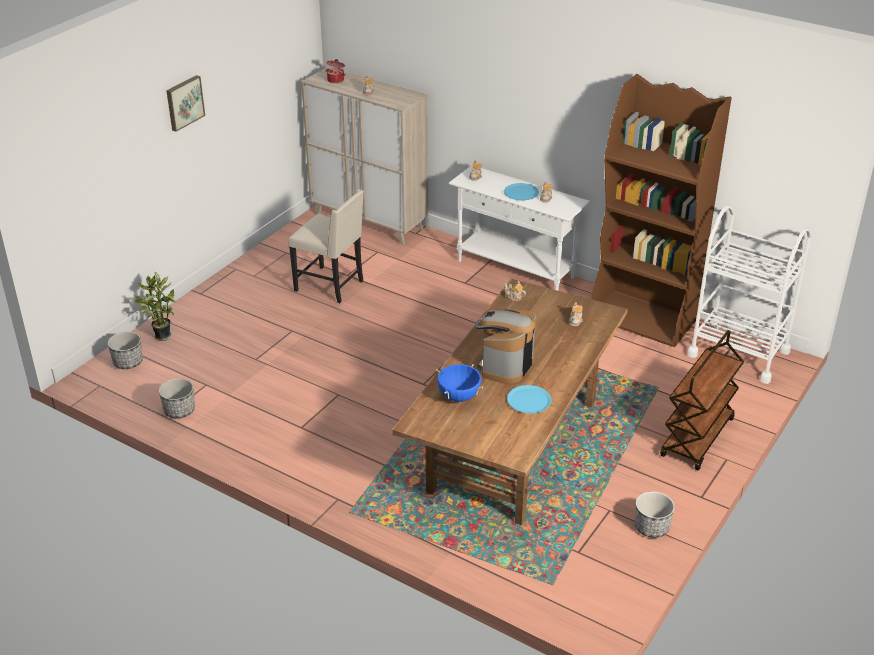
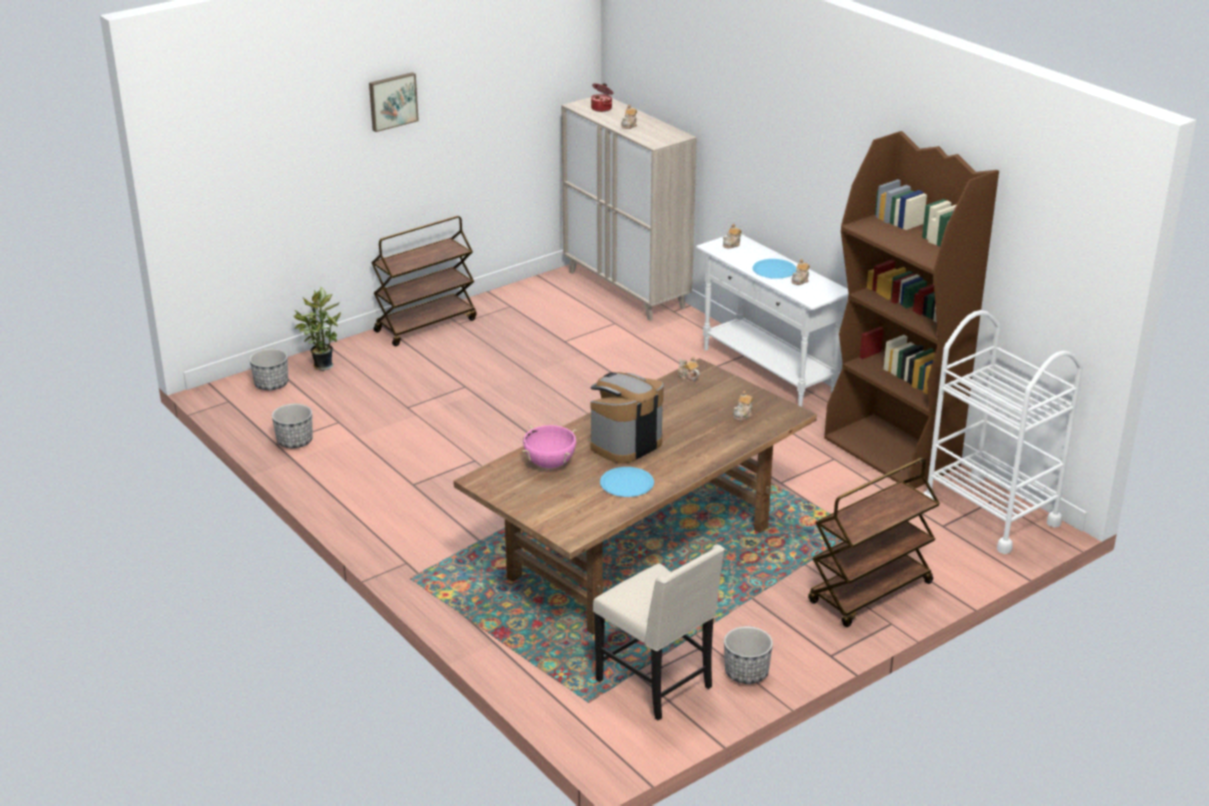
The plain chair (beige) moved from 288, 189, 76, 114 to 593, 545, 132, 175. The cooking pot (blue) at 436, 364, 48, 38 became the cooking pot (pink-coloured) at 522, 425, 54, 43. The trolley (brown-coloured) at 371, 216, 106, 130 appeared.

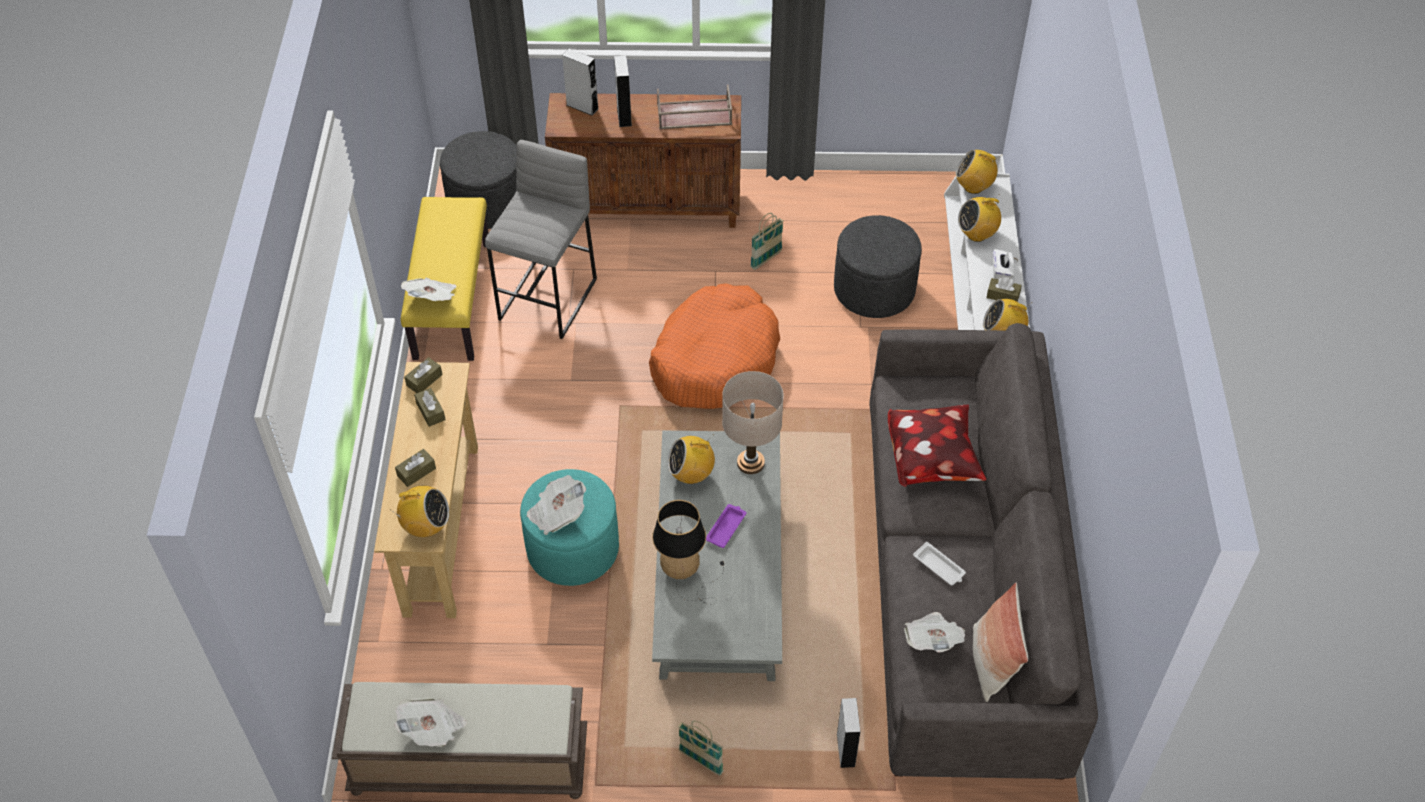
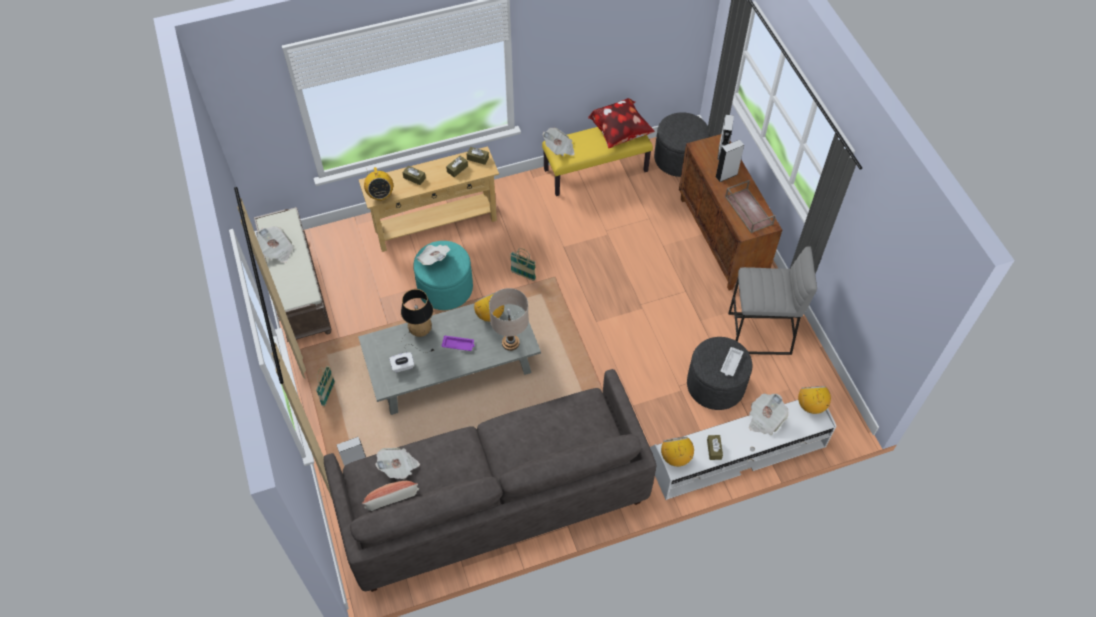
The stool seat (greyish) moved from 485, 140, 112, 199 to 728, 246, 89, 109. The radio receiver at 958, 194, 43, 48 was replaced by the newspaper at 749, 394, 39, 41. The household basket moved from 750, 213, 34, 57 to 510, 248, 26, 33. The tissue box (white-coloured) moved from 993, 249, 22, 30 to 389, 352, 25, 21. The pet bed (orange) at 649, 283, 131, 126 disappeared. The pillow moved from 888, 405, 98, 82 to 588, 98, 67, 50. The serving tray (white-coloured) moved from 913, 542, 53, 44 to 721, 347, 22, 29.

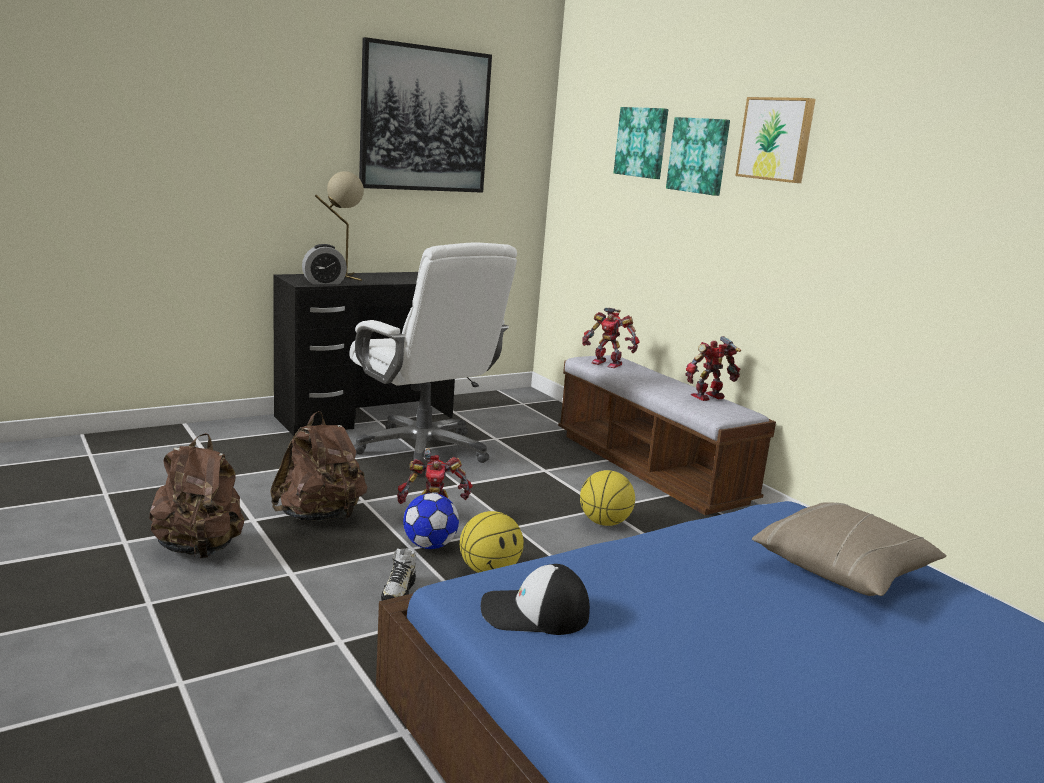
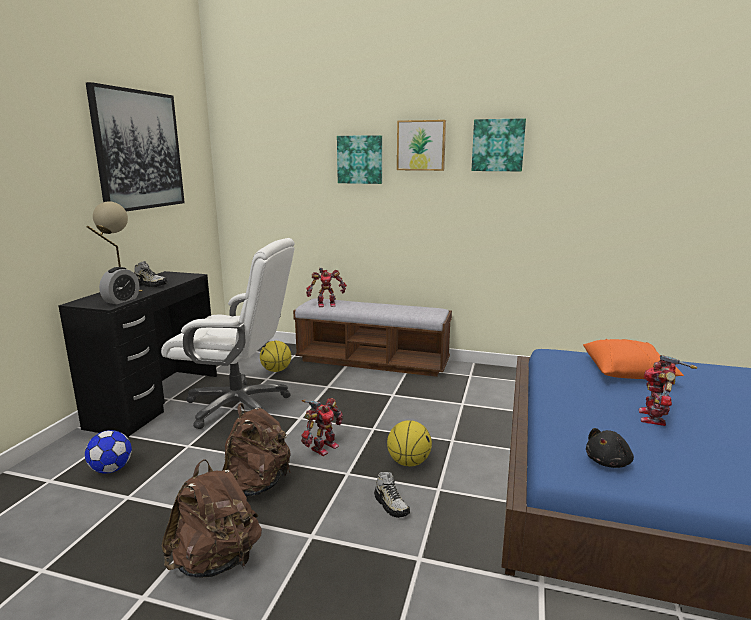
The wall picture moved from 614, 107, 54, 72 to 472, 118, 54, 53. The model robot moved from 685, 336, 56, 65 to 639, 355, 58, 71. The basketball ball moved from 580, 470, 55, 56 to 260, 341, 31, 31. The football ball moved from 403, 493, 56, 56 to 85, 430, 47, 43. The pillow (beige) at 752, 502, 195, 94 became the pillow (orange) at 583, 339, 101, 40. The cap at 481, 564, 109, 71 was replaced by the soft toy (black) at 586, 428, 48, 40. The item of footwear at 134, 261, 33, 26 appeared.

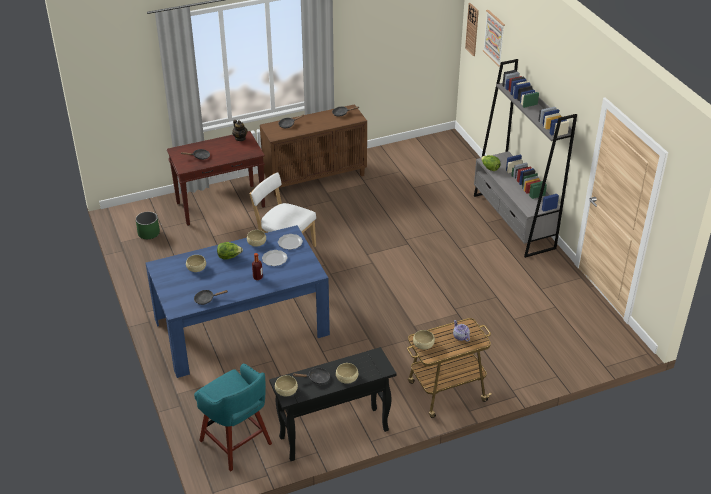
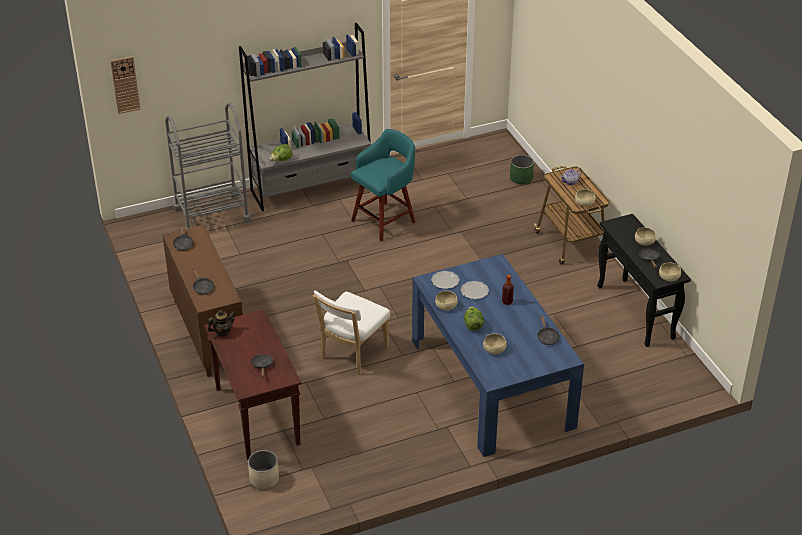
The wall picture at 483, 10, 22, 56 disappeared. The plant pot (green) moved from 136, 212, 24, 28 to 510, 155, 24, 29. The stool seat (turquoise) moved from 194, 363, 78, 108 to 351, 129, 65, 113. The trolley (greyish) at 165, 103, 86, 126 appeared. The plant pot (beige) at 248, 450, 31, 39 appeared.

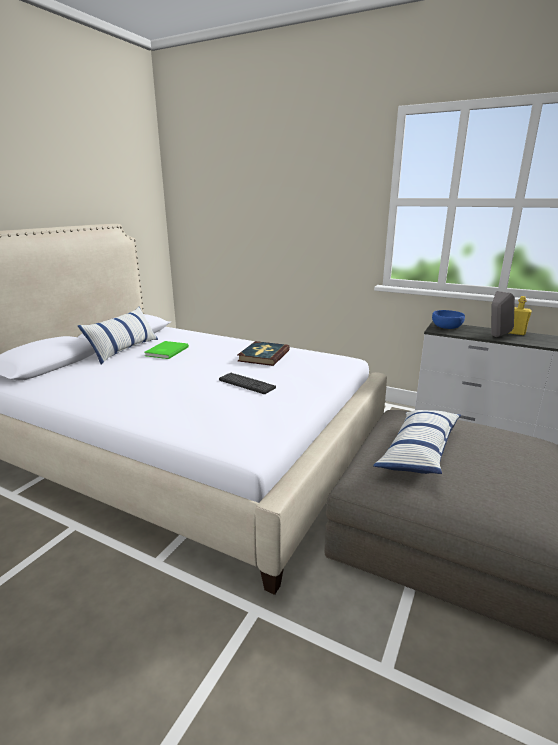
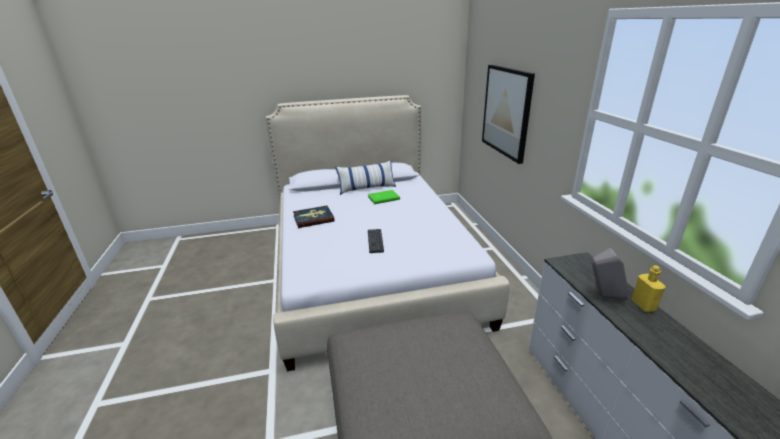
The deep dish (blue) at 432, 310, 33, 19 disappeared. The book moved from 238, 341, 52, 25 to 293, 206, 42, 22. The pillow at 373, 410, 88, 64 disappeared. The wall picture at 482, 65, 53, 99 appeared.

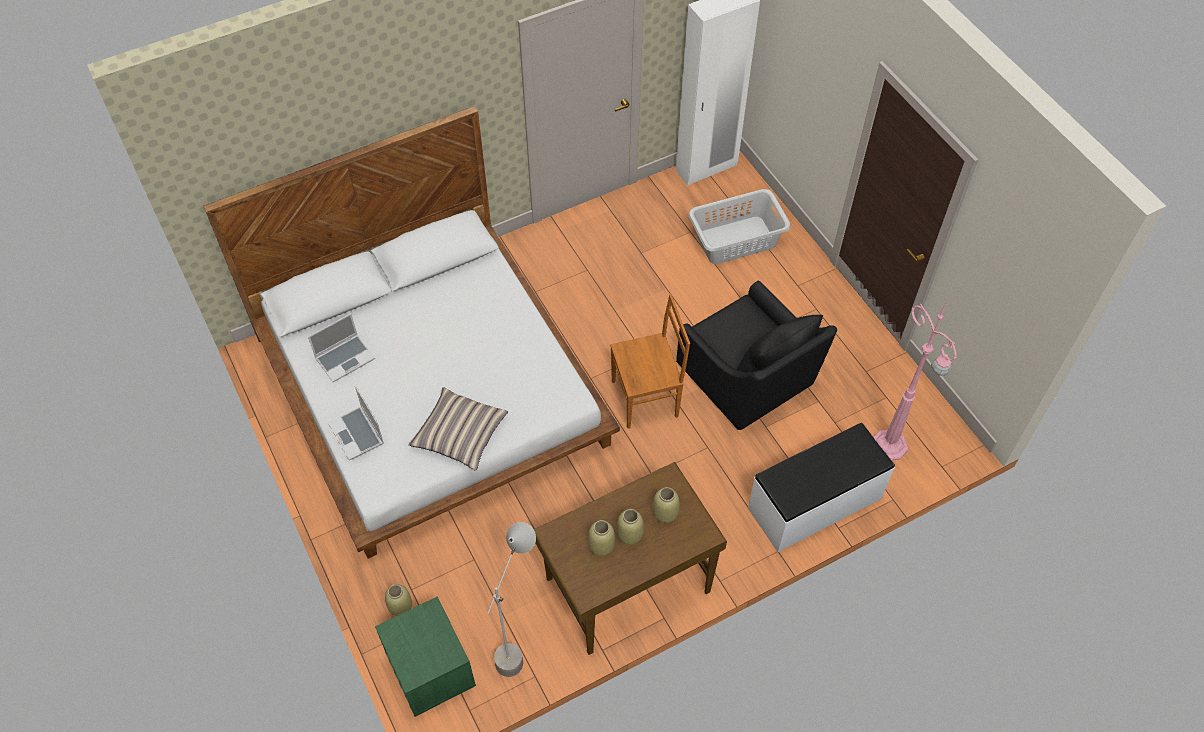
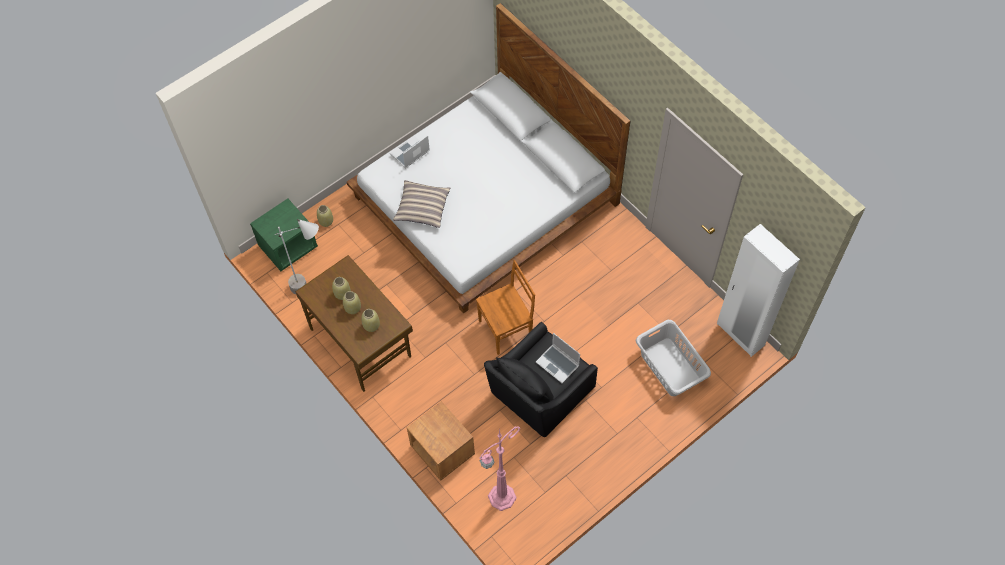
The plain chair (brown-coloured) at 610, 294, 80, 135 turned 90 degrees counterclockwise. The portable computer moved from 308, 313, 67, 69 to 536, 333, 44, 50. The indoor bench (white-coloured) at 748, 423, 147, 129 was replaced by the nightstand (brown-coloured) at 407, 401, 68, 80.

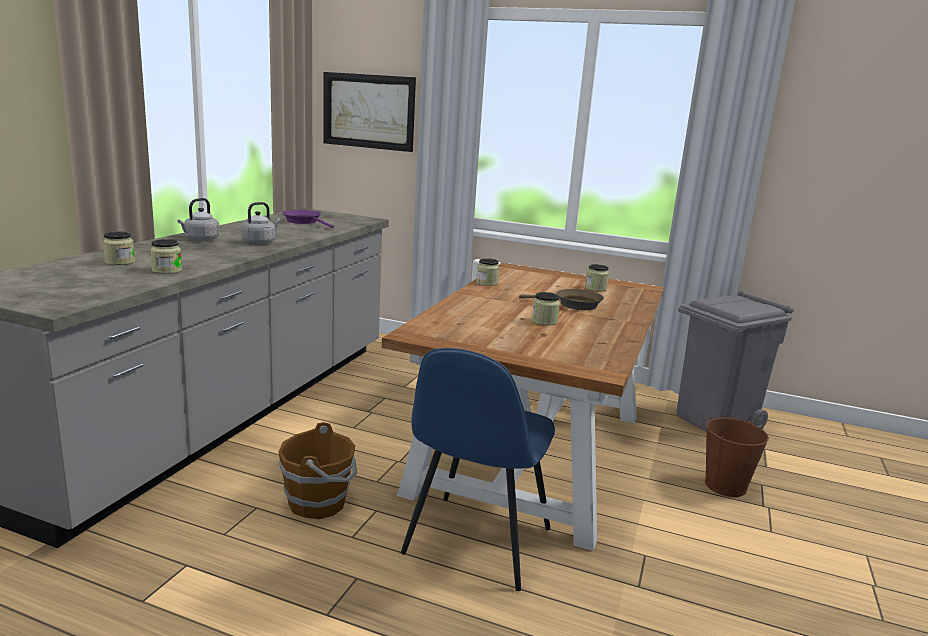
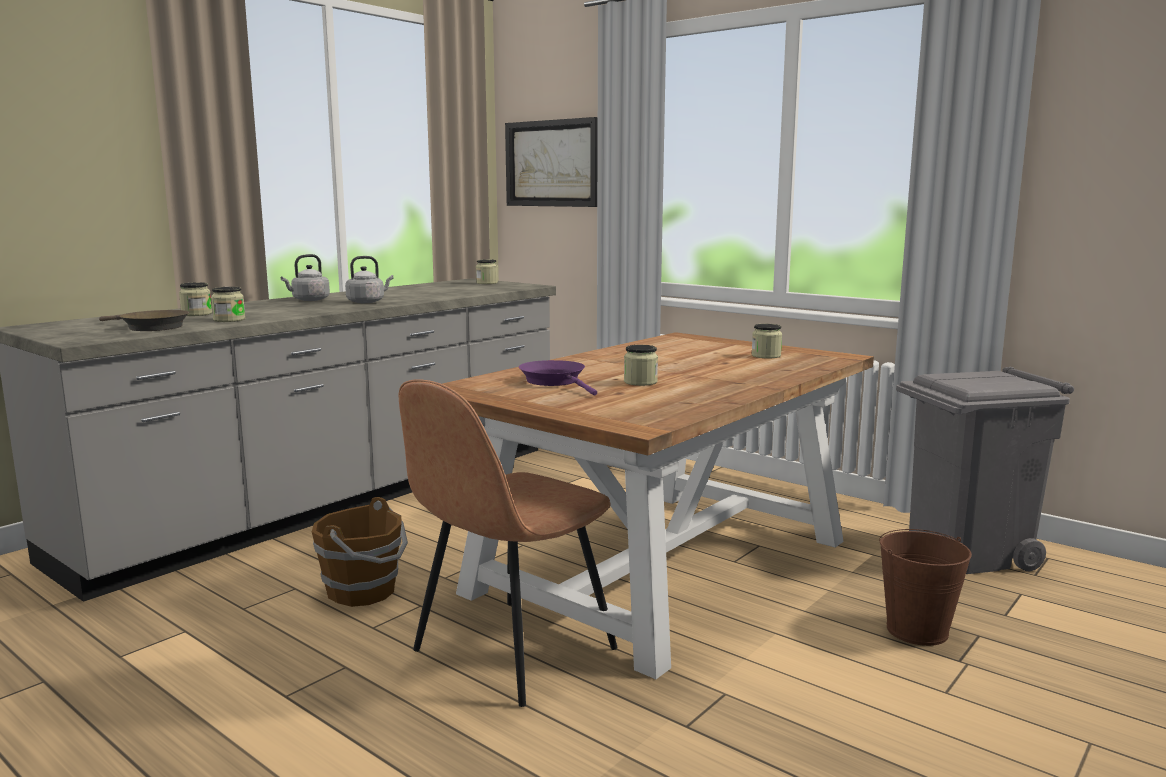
The skillet (purplish) moved from 282, 210, 52, 18 to 519, 360, 78, 36. The jar moved from 476, 258, 23, 28 to 476, 259, 22, 25. The skillet (brown-coloured) moved from 519, 289, 85, 21 to 99, 310, 90, 21. The plain chair (blue) at 401, 348, 154, 243 became the plain chair (brown-coloured) at 399, 379, 218, 328.

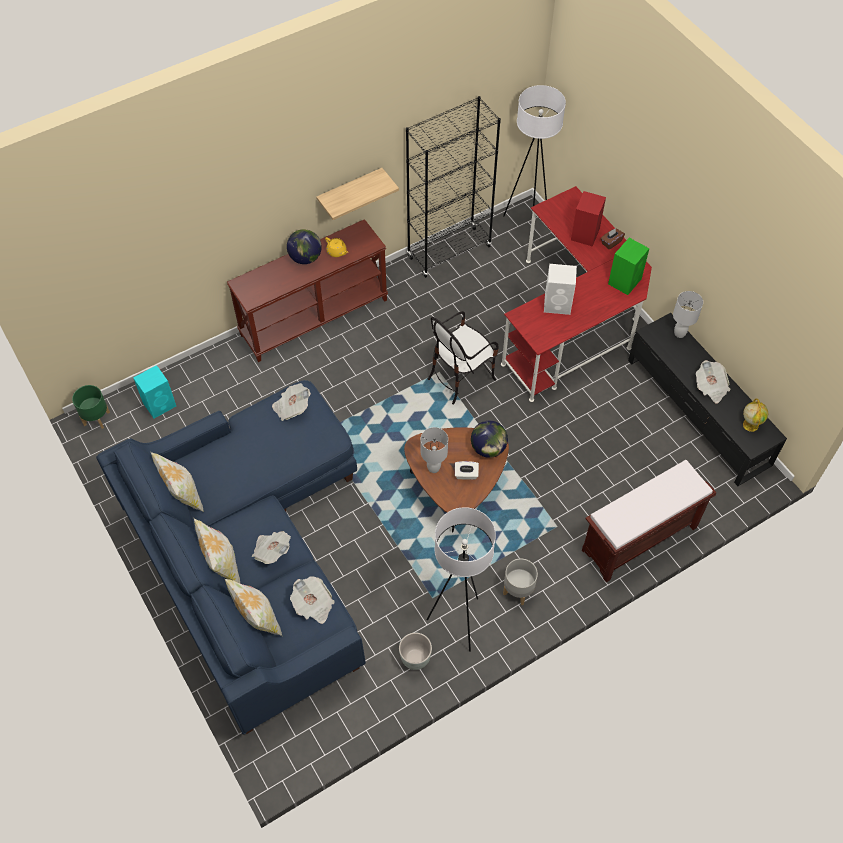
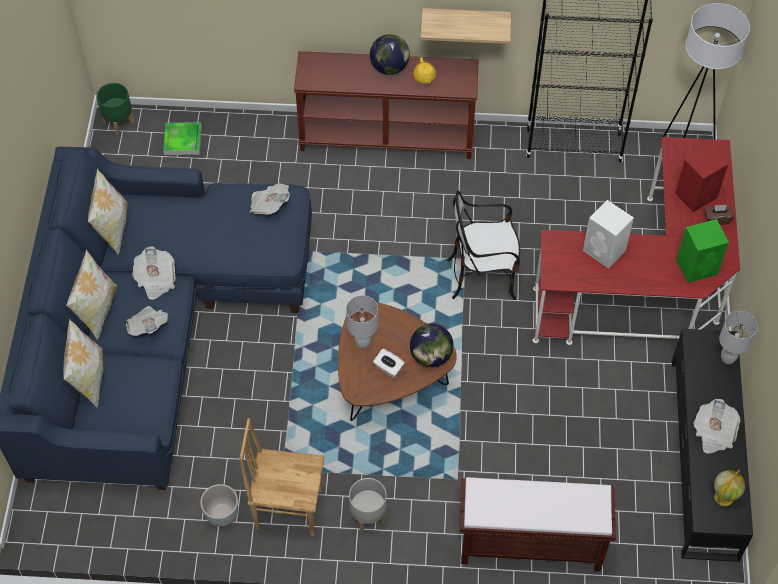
The audio speaker (turquoise) at 133, 365, 43, 53 was replaced by the serving tray at 163, 122, 39, 33. The standard lamp (white-coloured) at 426, 507, 70, 145 was replaced by the plain chair (brown-coloured) at 239, 418, 86, 119. The newspaper moved from 290, 576, 45, 48 to 132, 246, 44, 54.

